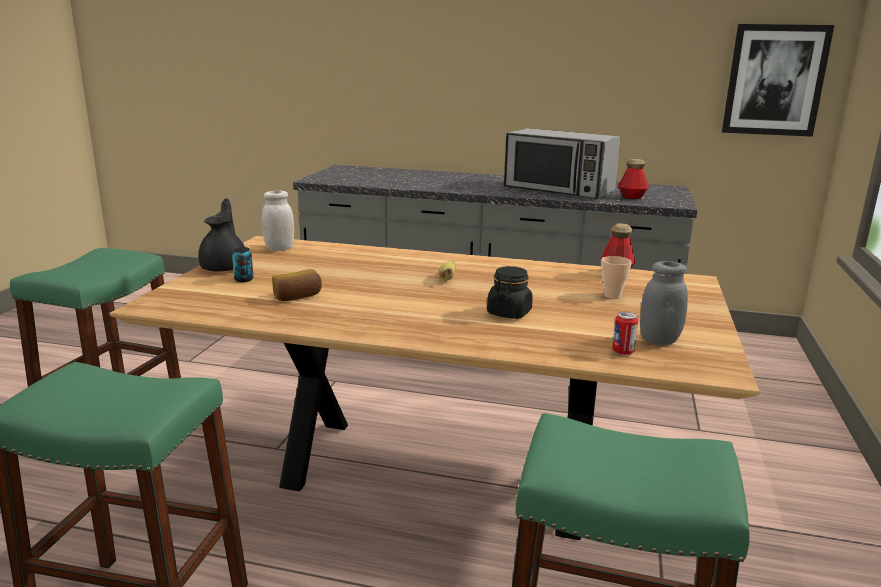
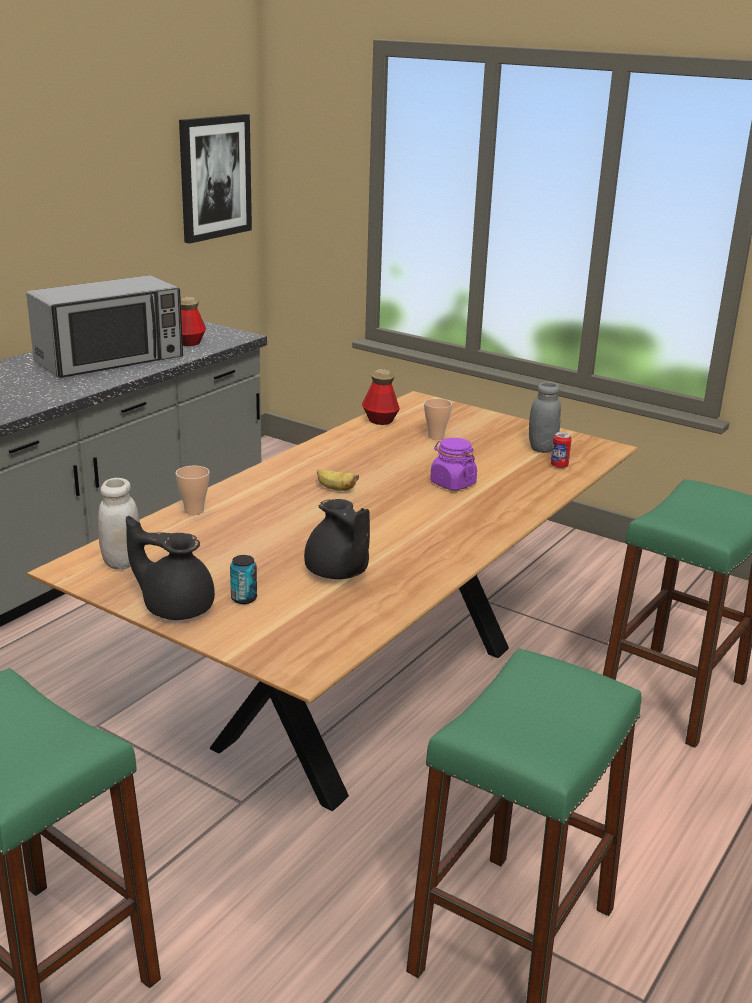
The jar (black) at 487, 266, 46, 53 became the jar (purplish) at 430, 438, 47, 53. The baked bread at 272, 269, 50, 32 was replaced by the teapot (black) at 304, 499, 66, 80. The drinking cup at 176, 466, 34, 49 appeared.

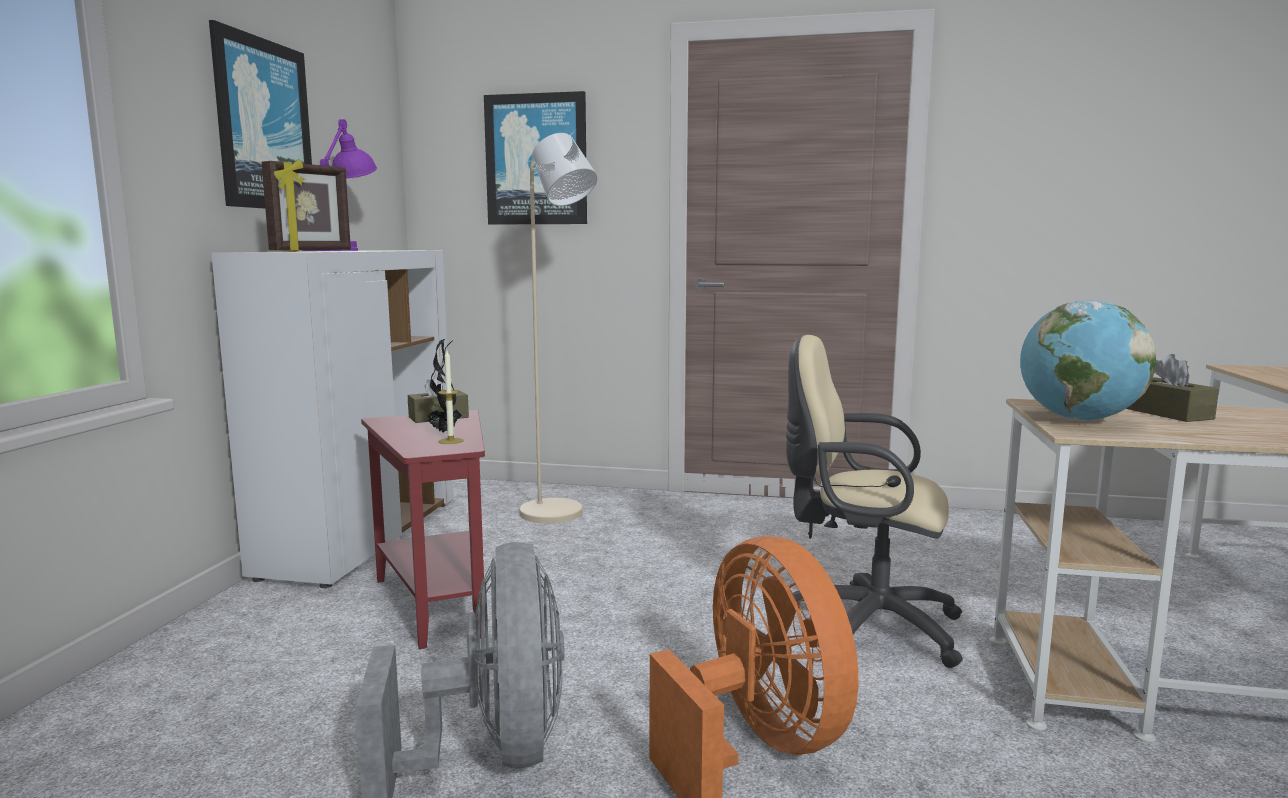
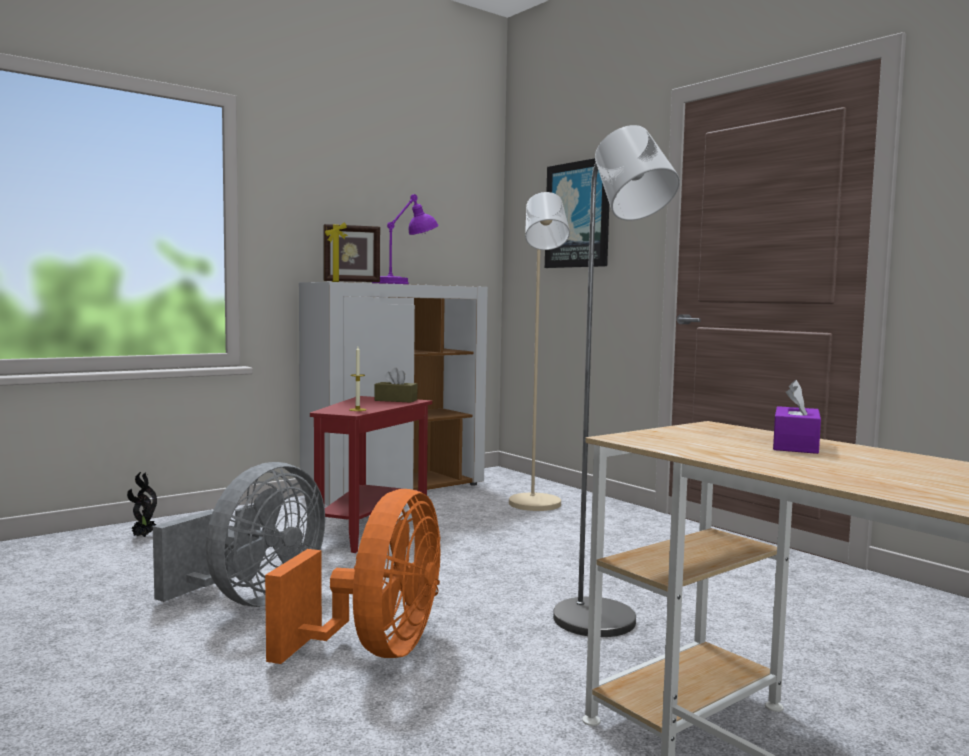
The wall picture at 209, 20, 103, 189 disappeared. The desk globe at 1020, 301, 136, 120 disappeared. The computer chair (beige) at 786, 335, 177, 333 was replaced by the standard lamp (greyish) at 553, 125, 127, 512. The houseplant moved from 427, 339, 35, 94 to 127, 472, 30, 65. The tissue box (brown-coloured) at 1126, 354, 93, 68 became the tissue box (purplish) at 773, 380, 48, 74.

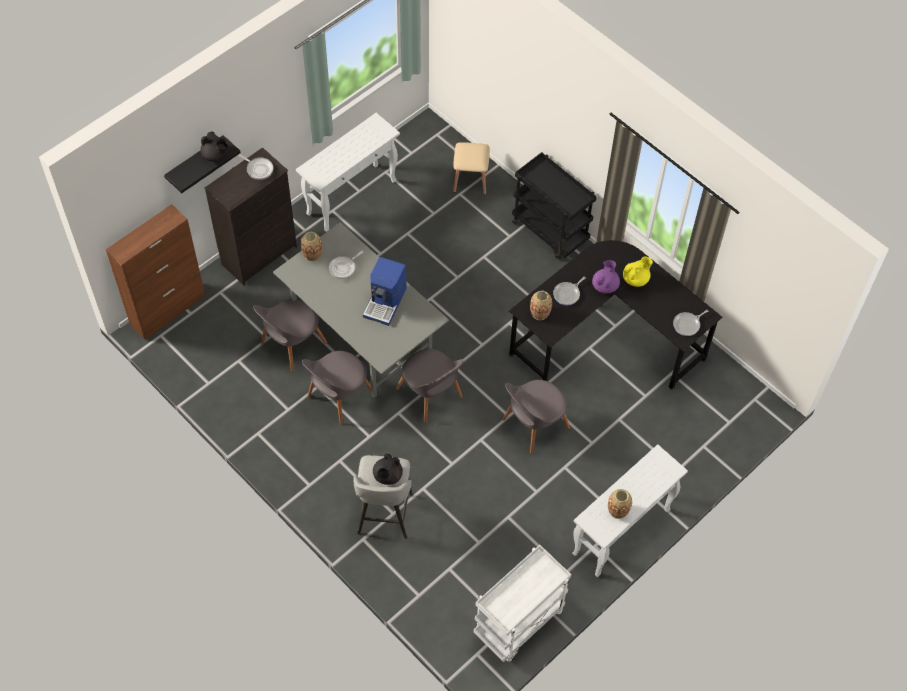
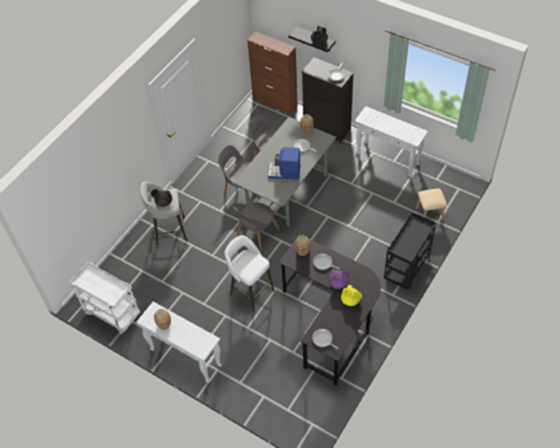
The plain chair (greyish) at 502, 380, 68, 74 was replaced by the stool seat (white-coloured) at 225, 235, 50, 77.

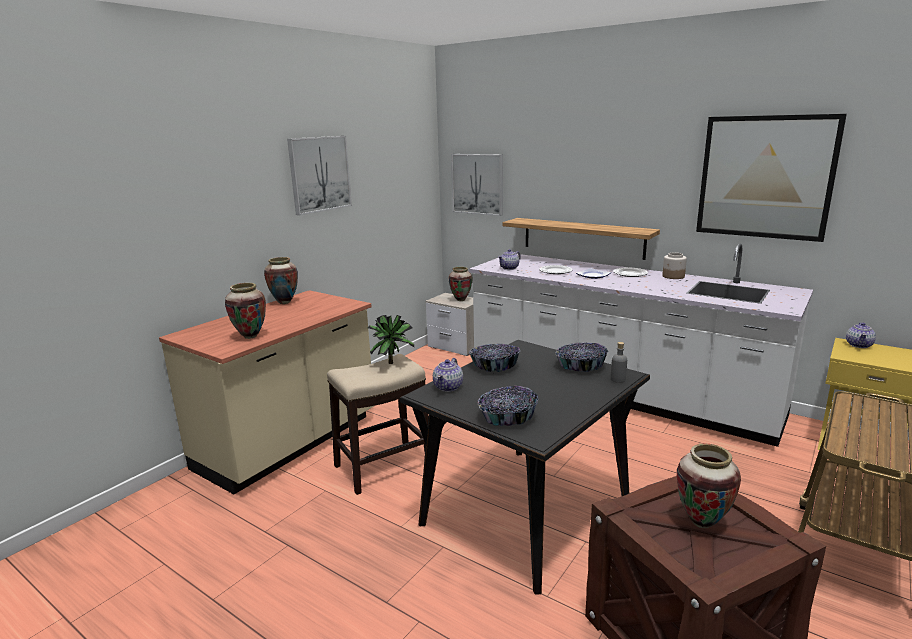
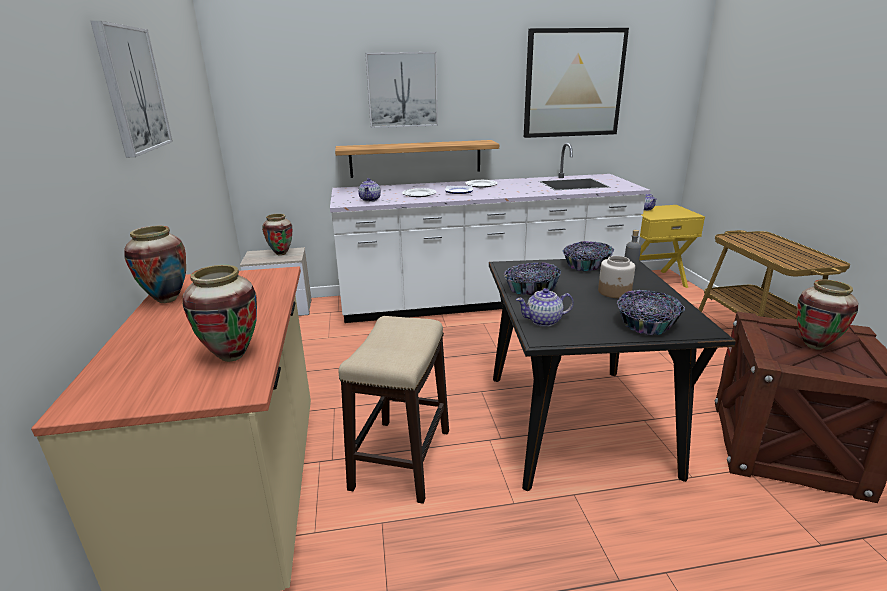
The wall picture moved from 451, 154, 52, 62 to 365, 52, 73, 76. The jar moved from 662, 252, 25, 27 to 598, 256, 37, 42. The houseplant at 368, 315, 46, 49 disappeared. The teapot at 433, 358, 30, 34 turned 105 degrees clockwise.

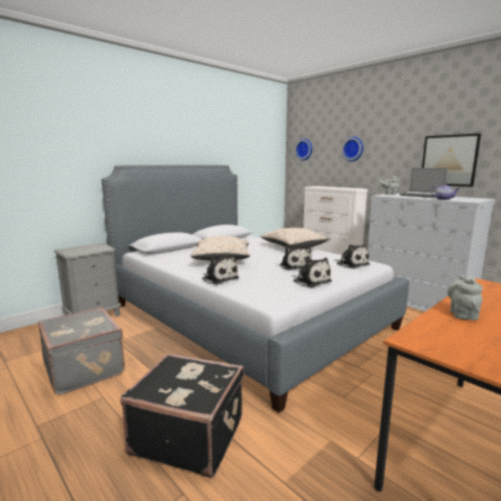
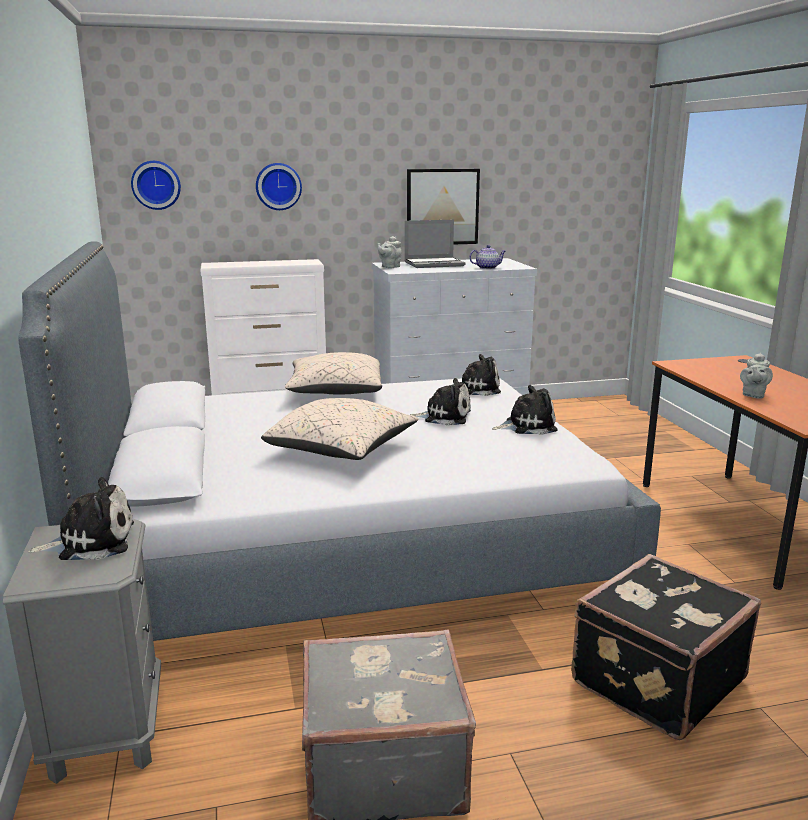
The soft toy moved from 202, 255, 37, 30 to 28, 477, 106, 83. The teapot (greyish) at 448, 275, 35, 45 turned 105 degrees counterclockwise.

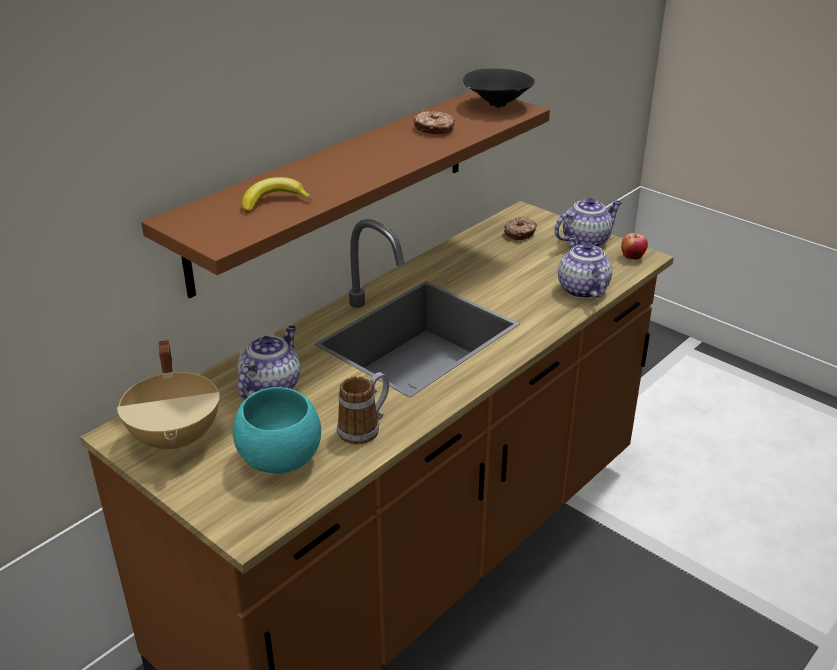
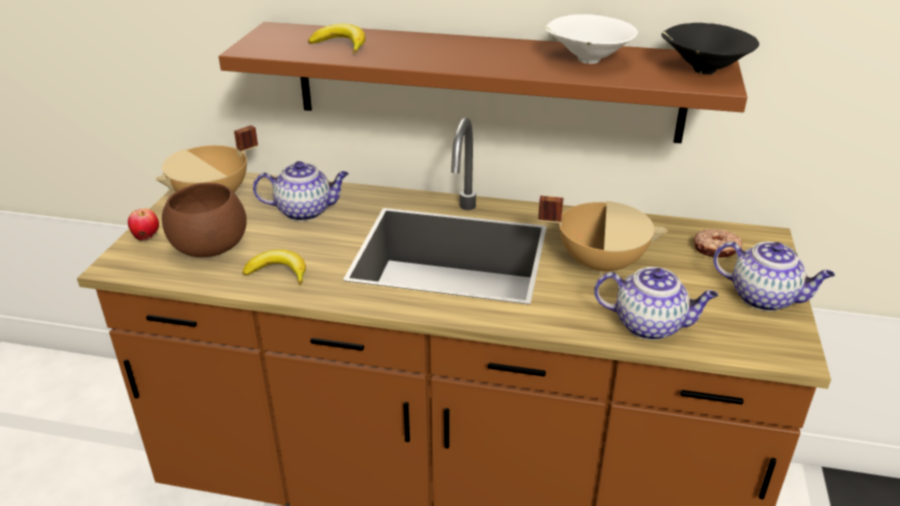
The donut at 413, 111, 42, 23 was replaced by the deep dish (white-coloured) at 545, 14, 93, 50. The whole apple moved from 621, 233, 27, 27 to 128, 208, 31, 33. The teapot at 558, 236, 54, 62 turned 60 degrees clockwise. The mug at 337, 372, 52, 72 was replaced by the whole banana at 243, 249, 63, 37. The deep dish (turquoise) at 232, 387, 89, 86 became the deep dish (brown-coloured) at 162, 183, 85, 74. The cooking pot (beige) at 538, 196, 130, 80 appeared.

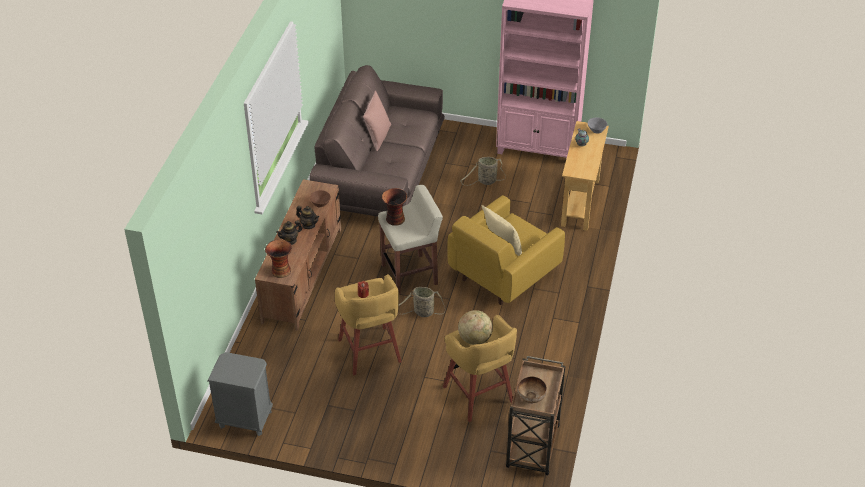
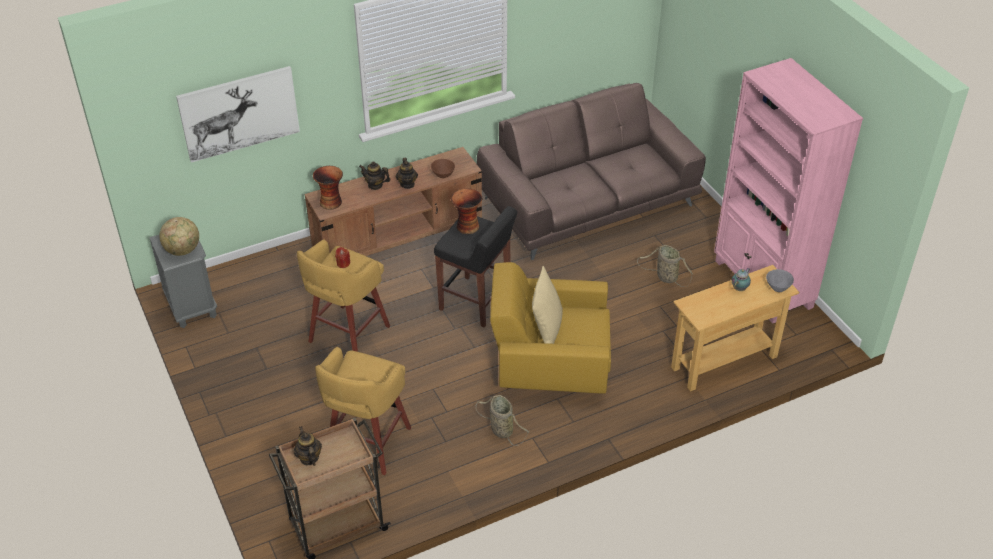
The pillow (pink-coloured) at 363, 91, 28, 60 disappeared. The stool seat (beige) at 378, 185, 65, 110 became the stool seat (black) at 434, 206, 83, 122. The household basket moved from 399, 287, 46, 30 to 476, 395, 53, 51. The desk globe moved from 458, 310, 35, 35 to 159, 217, 40, 39. The deep dish at 517, 376, 30, 28 was replaced by the teapot at 294, 426, 28, 40. The wall picture at 176, 66, 124, 97 appeared.

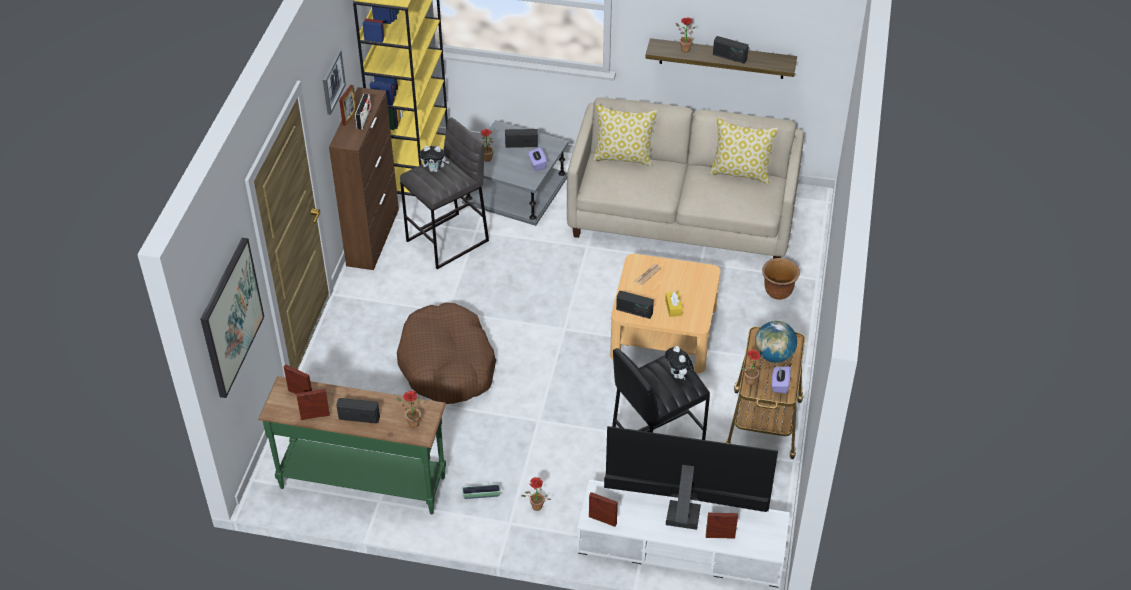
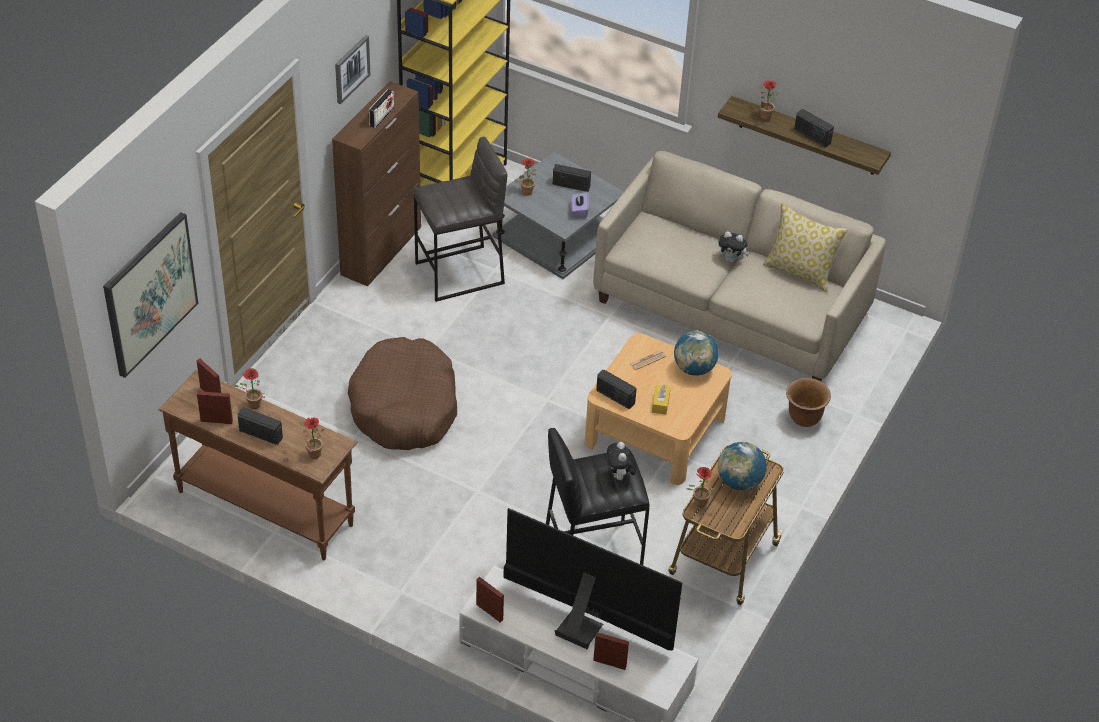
The photo frame at 339, 85, 18, 41 disappeared. The pillow at 593, 104, 65, 63 disappeared. The soft toy moved from 420, 145, 29, 27 to 718, 231, 31, 32. The tissue box (purplish) at 772, 366, 19, 27 disappeared. The console table (green) at 258, 376, 188, 138 became the console table (brown-coloured) at 158, 370, 200, 190. The houseplant moved from 521, 477, 30, 34 to 233, 368, 33, 41. The plant pot at 462, 484, 39, 15 disappeared. The desk globe at 674, 331, 45, 45 appeared.

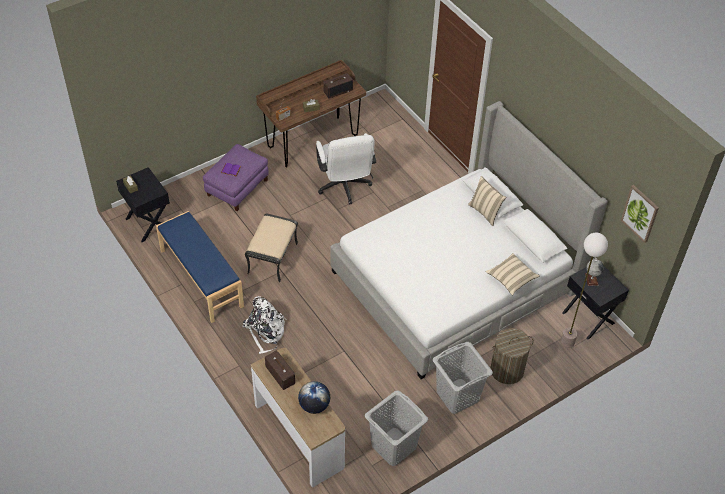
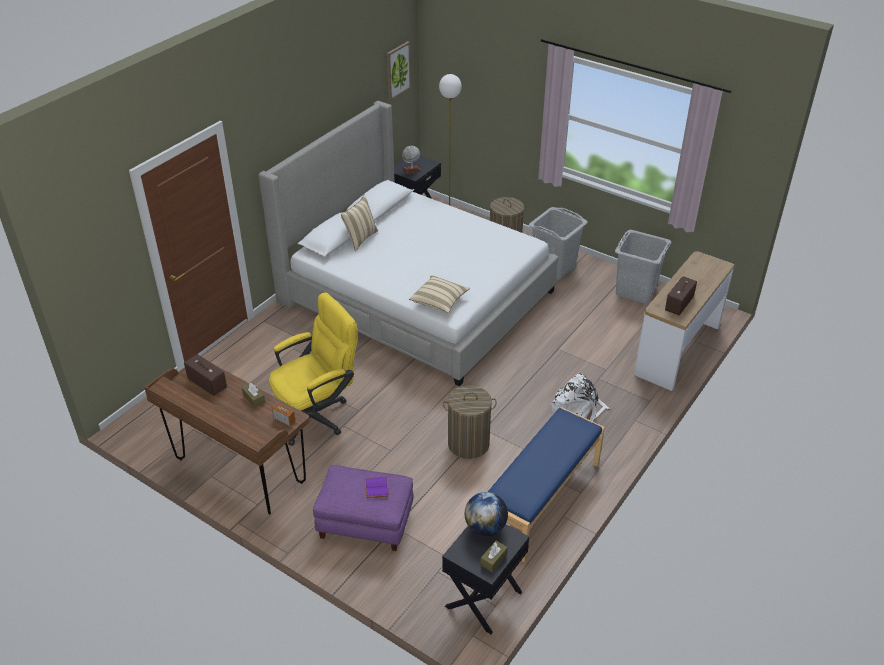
The computer chair (white-coloured) at 316, 133, 60, 72 became the computer chair (yellow-coloured) at 269, 292, 89, 154. The footrest (beige) at 245, 213, 53, 69 was replaced by the laundry basket at 443, 385, 54, 74. The pillow (beige) moved from 485, 253, 55, 43 to 409, 275, 61, 38. The desk globe moved from 298, 381, 32, 33 to 465, 492, 43, 44.

